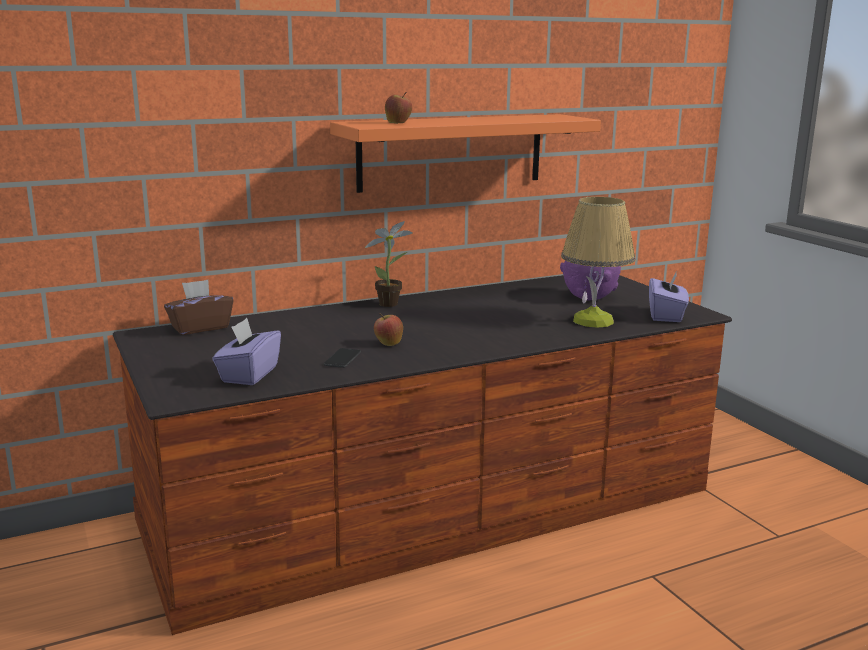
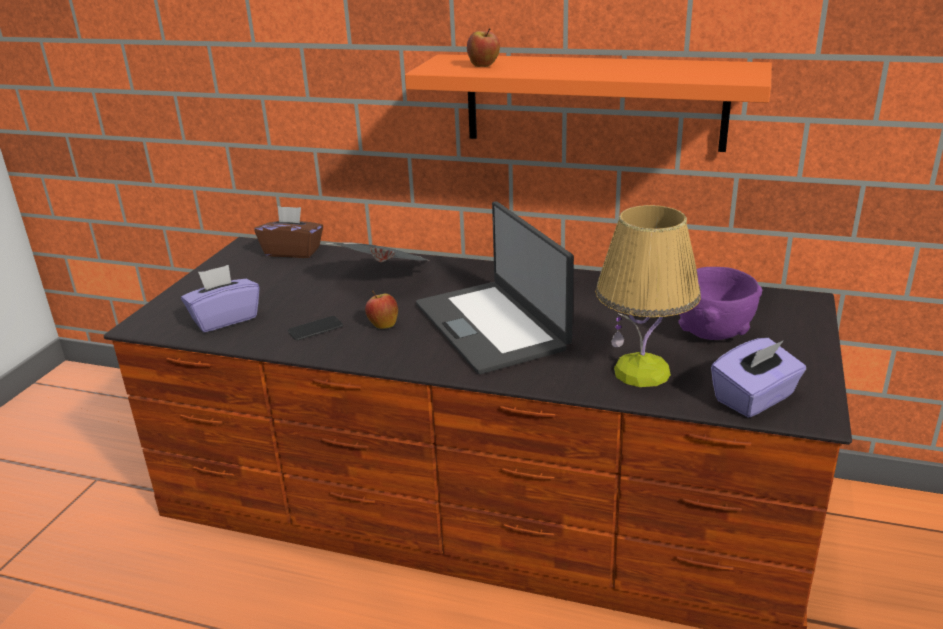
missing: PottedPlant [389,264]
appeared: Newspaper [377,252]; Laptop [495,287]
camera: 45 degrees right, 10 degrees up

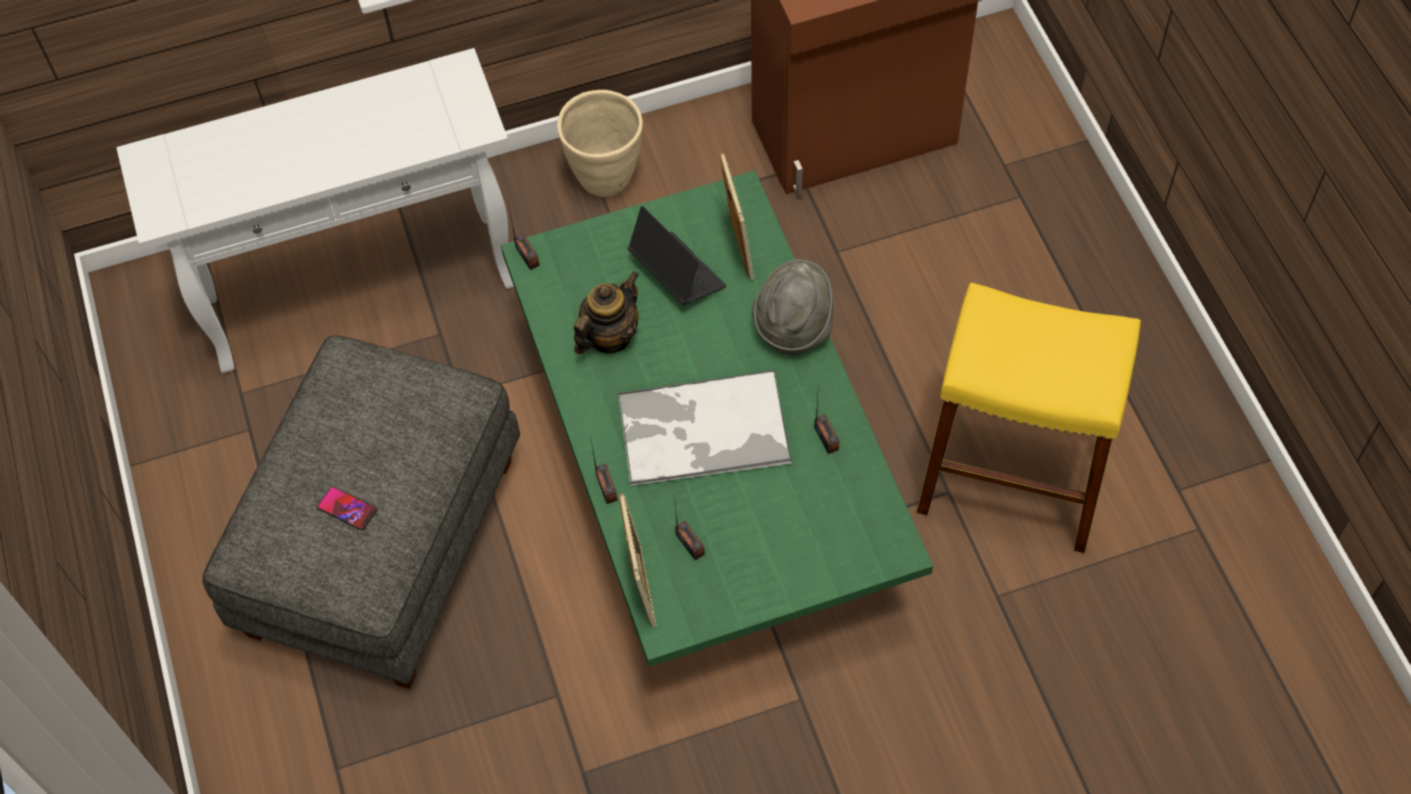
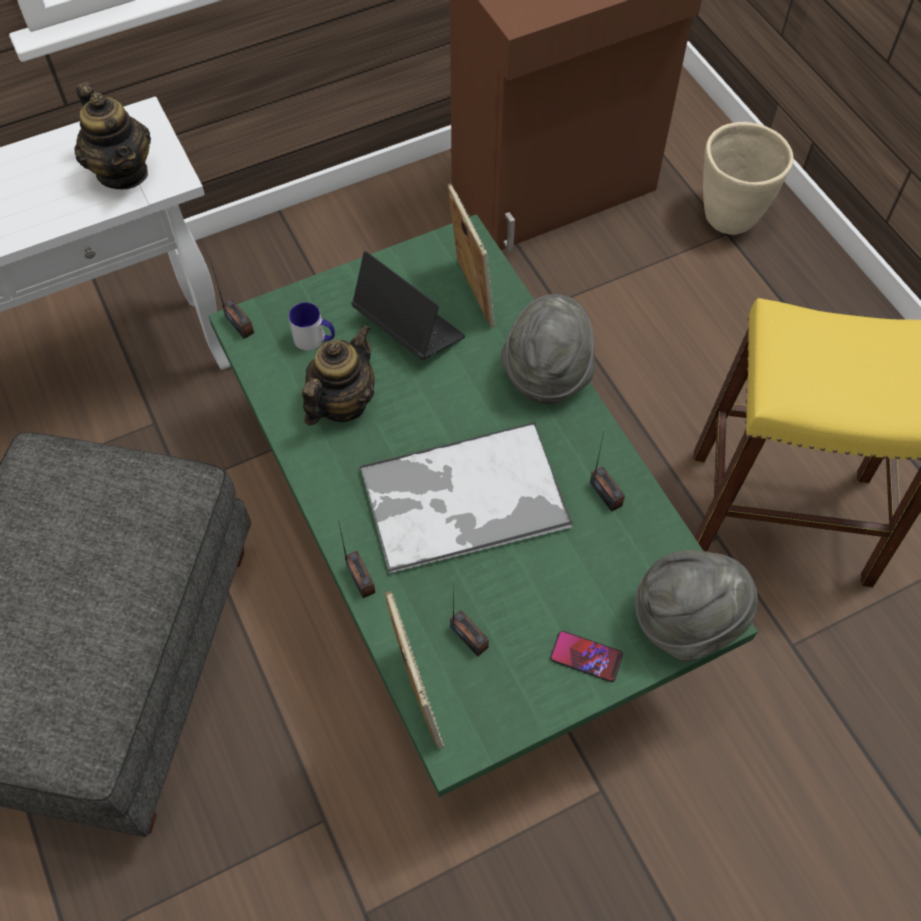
appeared: Teapot [113,135]; Mug [311,326]; GreyHat [696,606]
relocated: Phone [347,508] to [586,656]; BeigePlanter [600,143] to [748,178]
camera: 10 degrees left, 0 degrees up

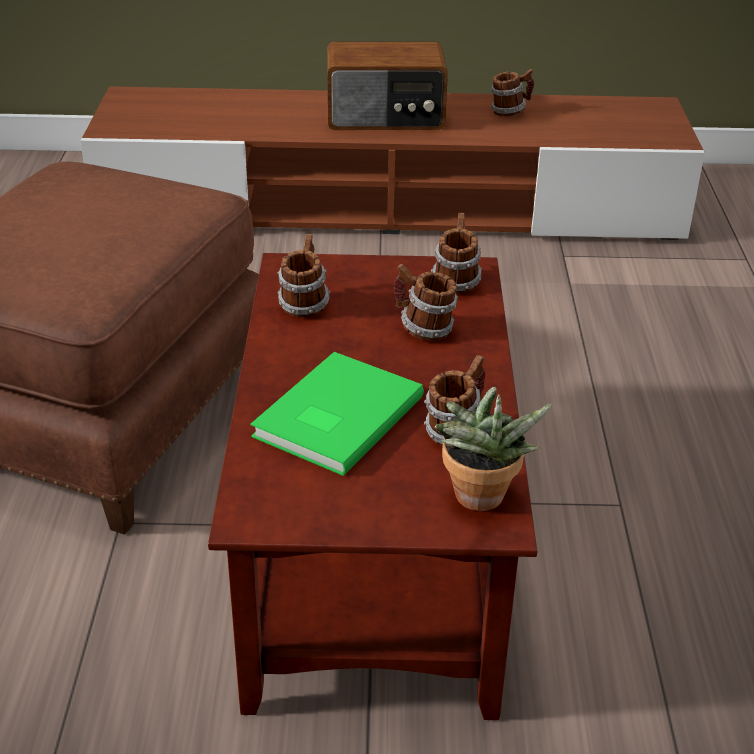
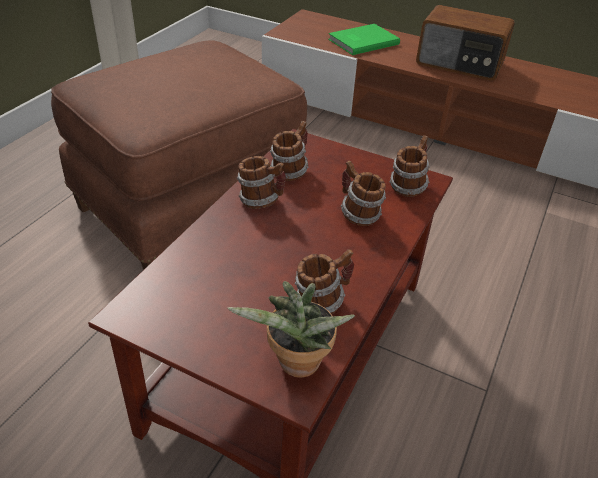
relocated: Mug [512,93] to [261,182]; GreenBook [337,414] to [364,39]
camera: 25 degrees right, 5 degrees up

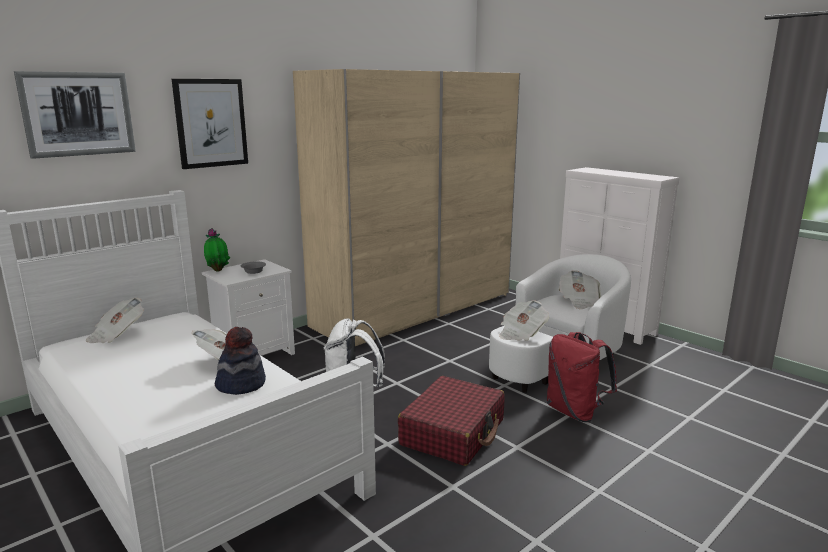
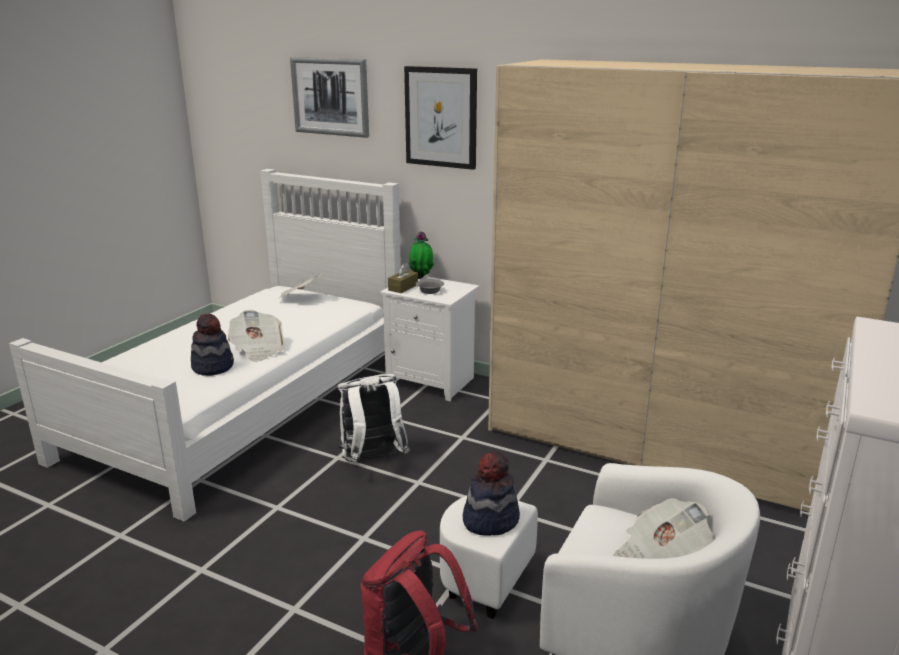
missing: RedSuitcase [451,421]
appeared: BrownTissueBox [403,278]
exchanged: Newspaper [524,320] to Hat [491,493]
camera: 70 degrees right, 5 degrees up

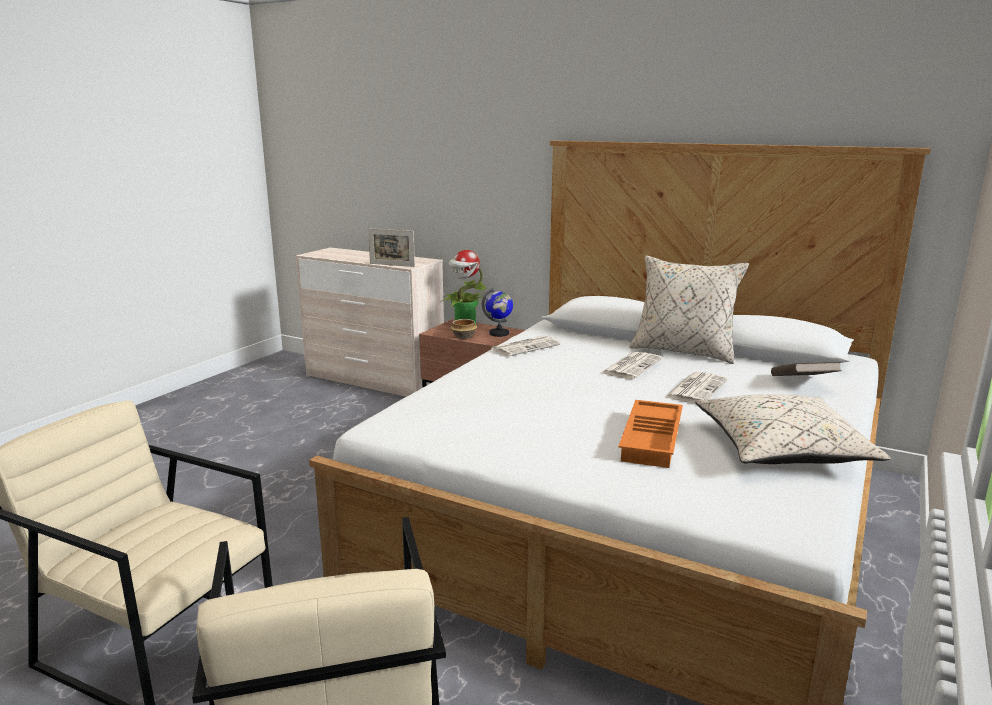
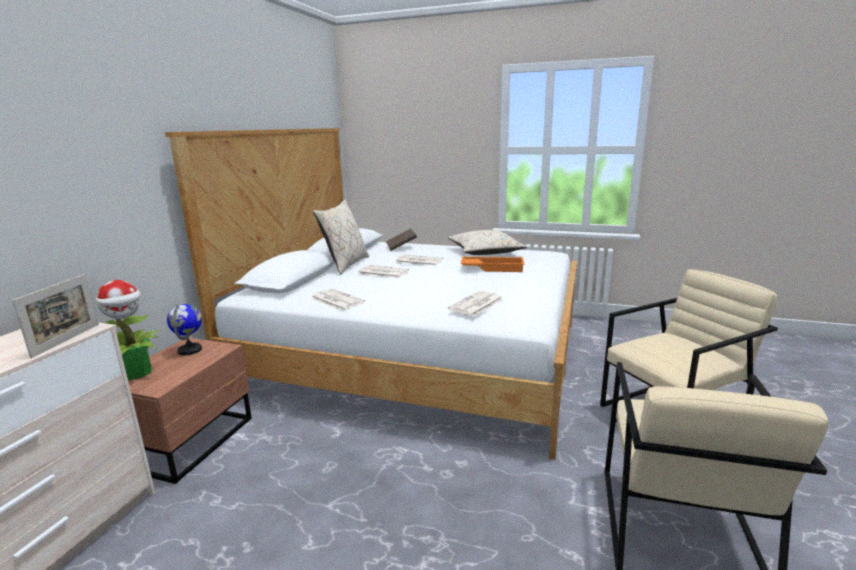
missing: Bowl [463,329]
appeared: Newspaper [475,303]
camera: 100 degrees left, 0 degrees up

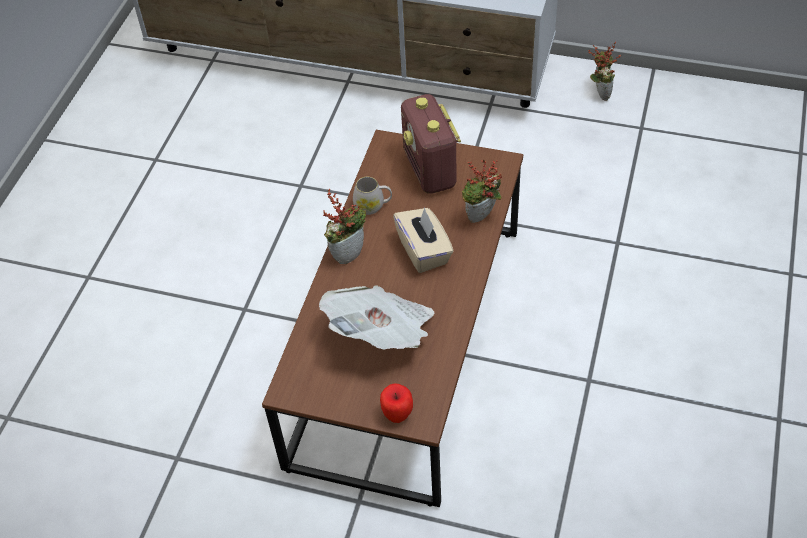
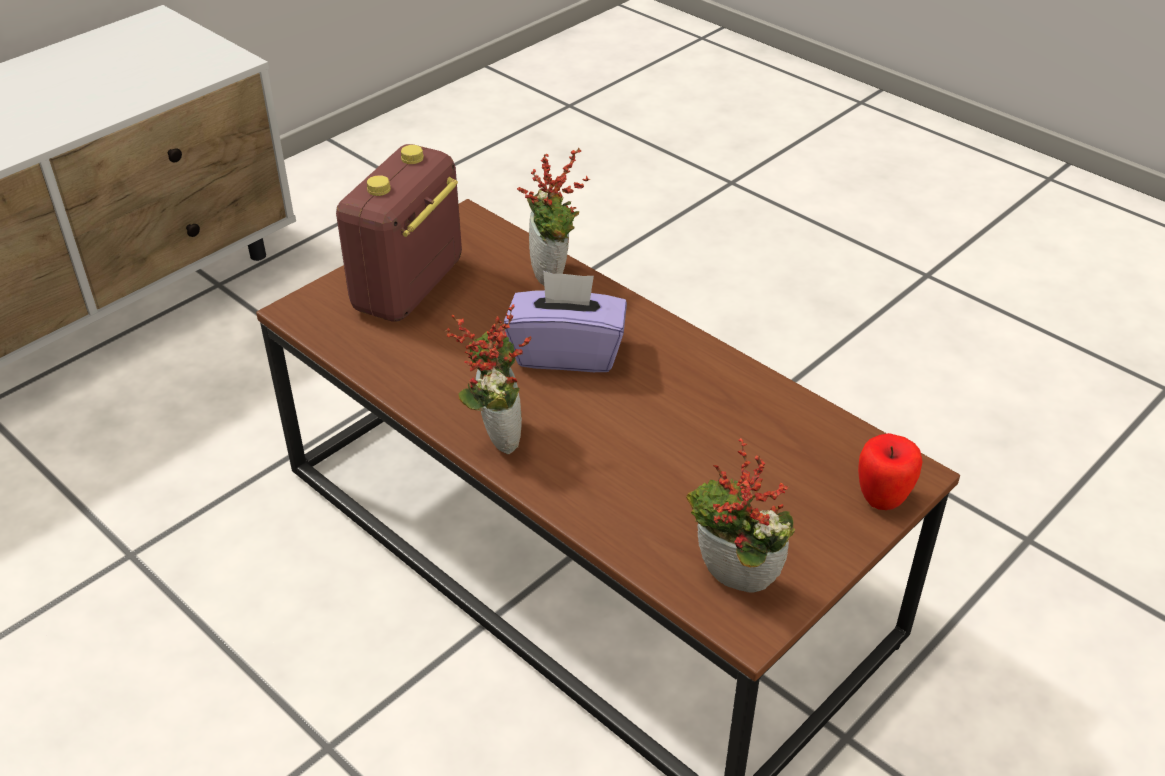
missing: Newspaper [376,317]; WhiteMug [372,196]
relocated: PottedPlant [605,71] to [740,515]
colour: BeigeTissueBox [423,240] to PurpleTissueBox [565,321]
spun: Radio [431,144] = [399,233] 105 degrees clockwise
camera: 65 degrees left, 10 degrees down

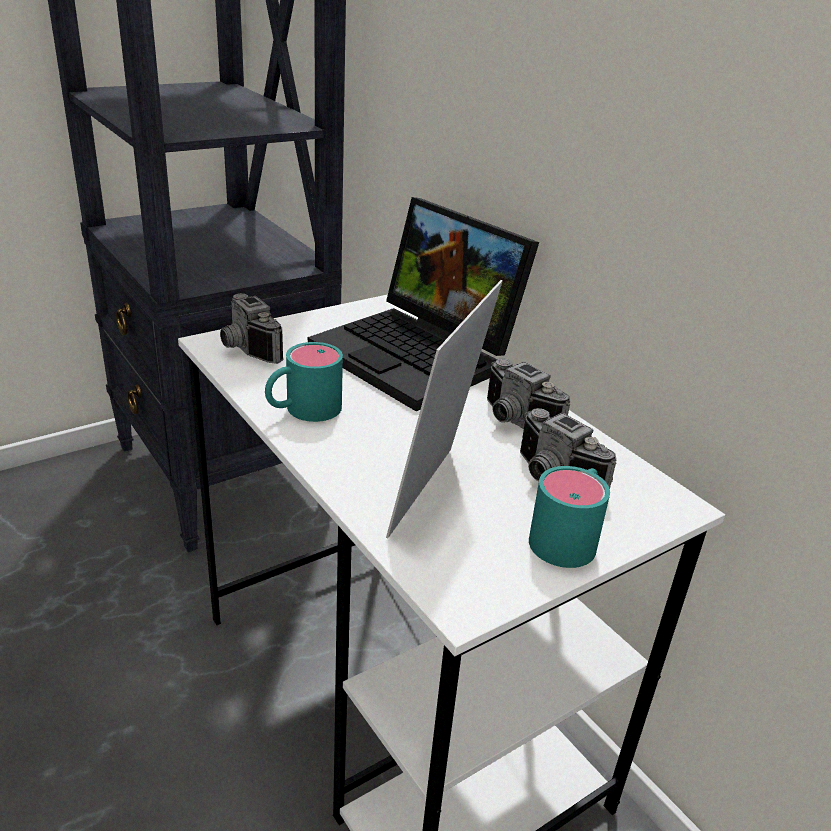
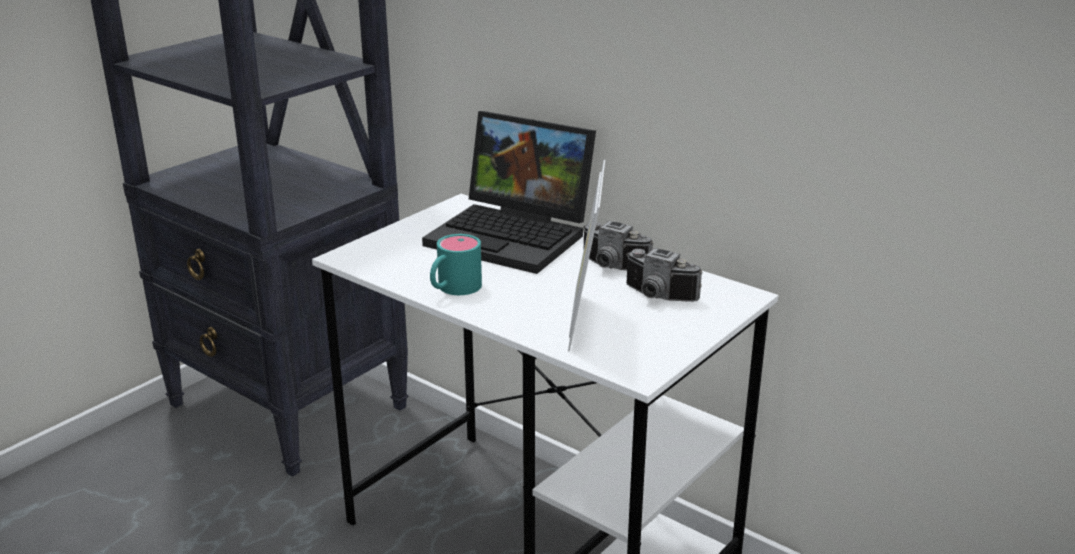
missing: PhotoCamera [252,328]; TurquoiseMug [569,517]
camera: 15 degrees left, 5 degrees down

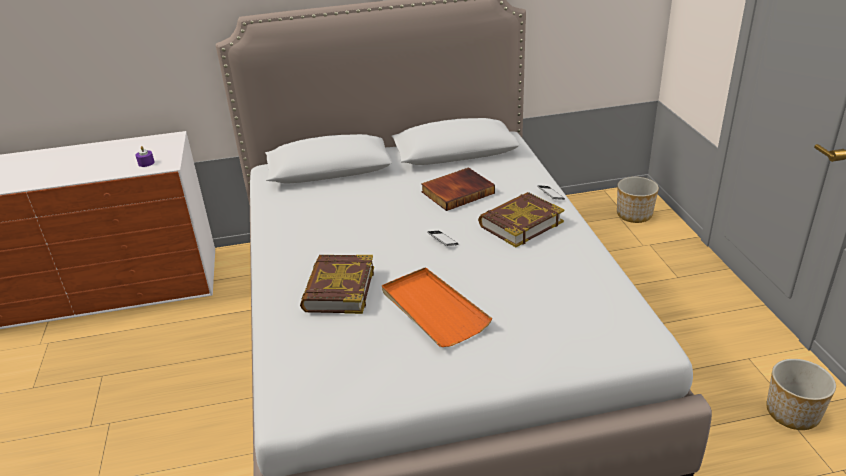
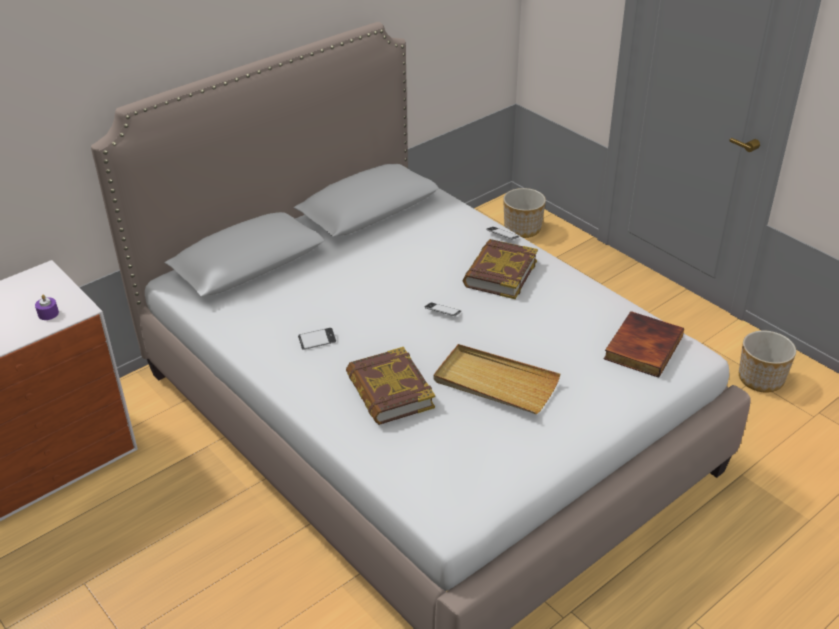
appeared: Phone [317,339]
relocated: Book [458,189] to [644,344]
colour: OrangeTray [437,307] to BeigeTray [497,379]
camera: 30 degrees left, 5 degrees up

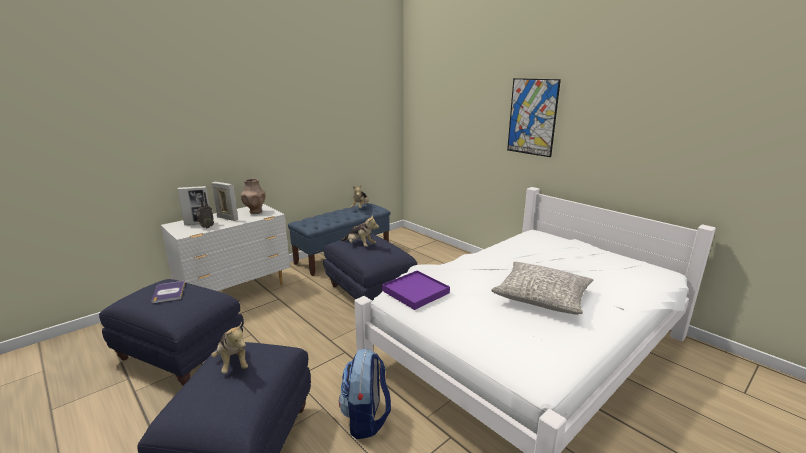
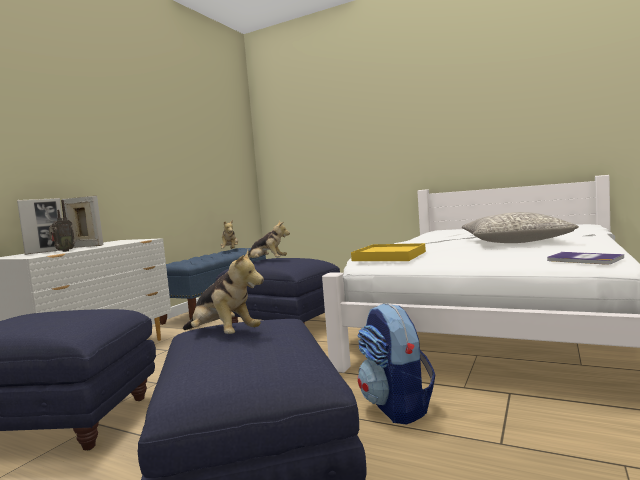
missing: BrownVase [253,196]; Picture [534,117]
relocated: Book [168,292] to [585,258]
colour: PurpleTray [416,290] to YellowTray [388,252]
camera: 20 degrees left, 15 degrees down

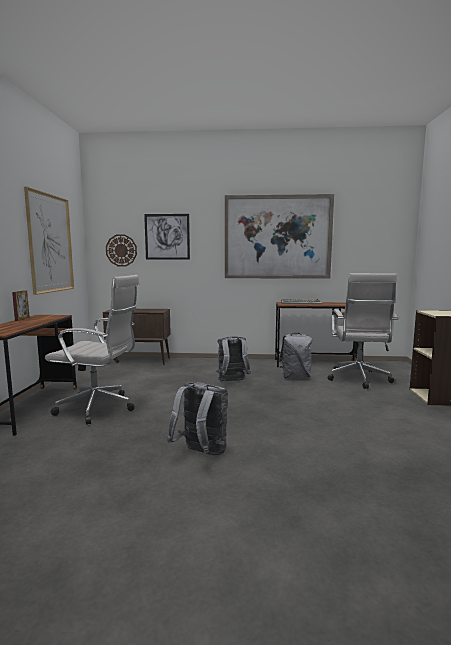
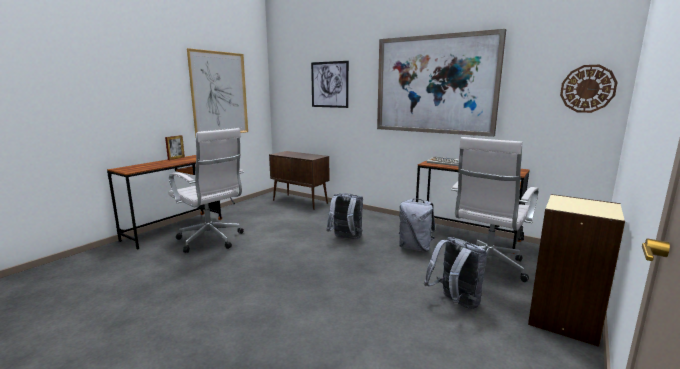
relocated: GreyBackpack [197,419] to [455,273]; WallClock [121,250] to [589,89]
camera: 30 degrees right, 5 degrees up

